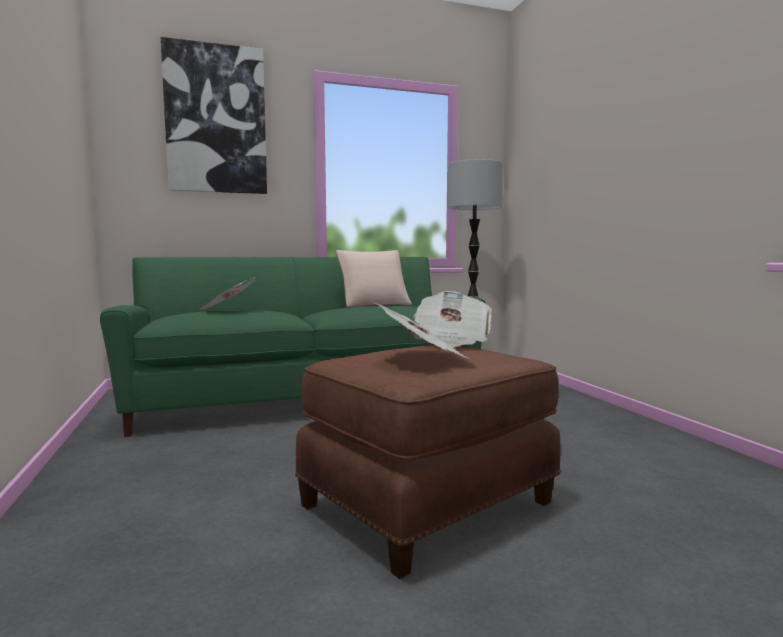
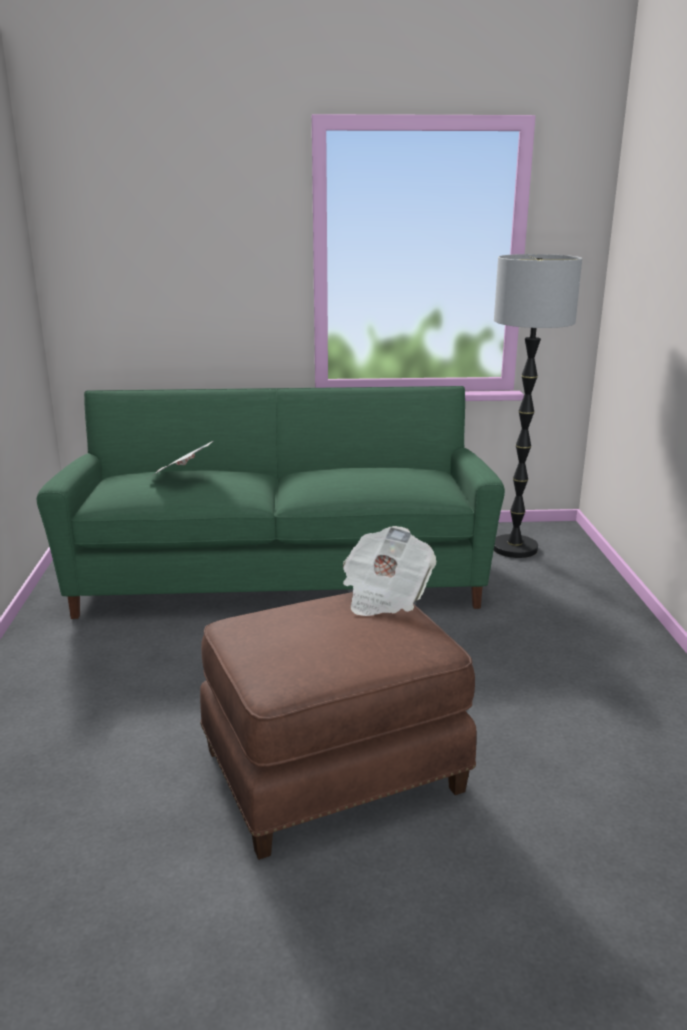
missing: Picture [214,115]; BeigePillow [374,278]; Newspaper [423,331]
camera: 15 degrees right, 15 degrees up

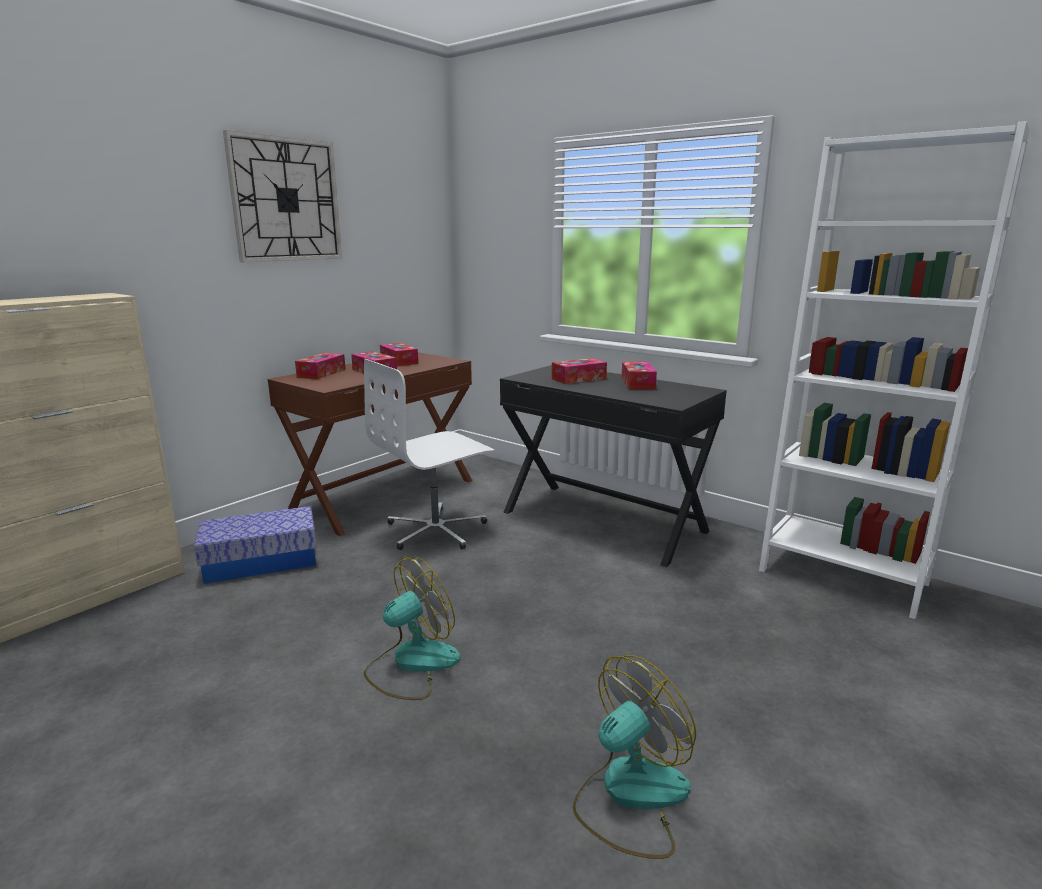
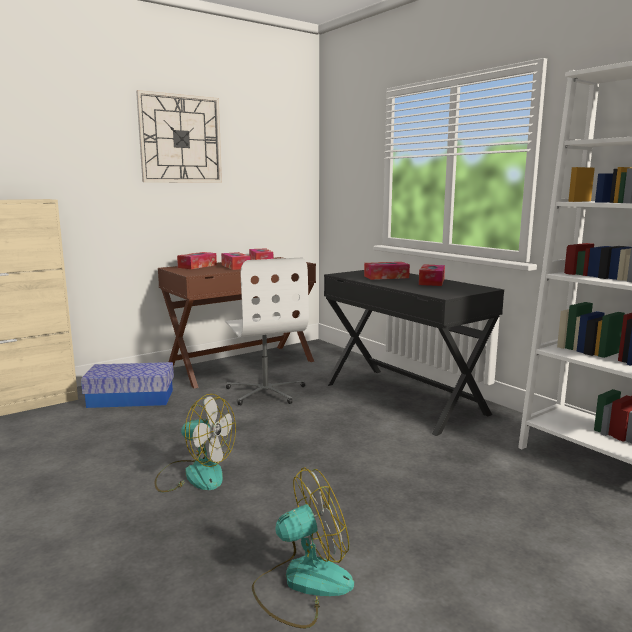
spun: Fan [412,628] = [195,443] 45 degrees clockwise; WhiteOfficeChair [429,454] = [267,331] 90 degrees counterclockwise
camera: 15 degrees right, 5 degrees down

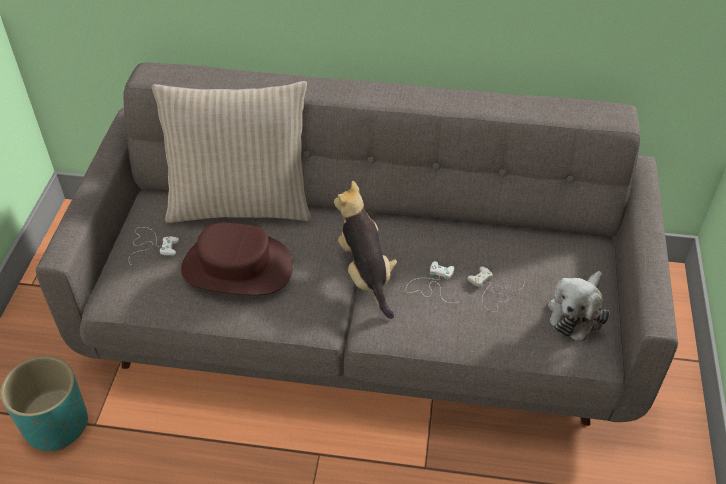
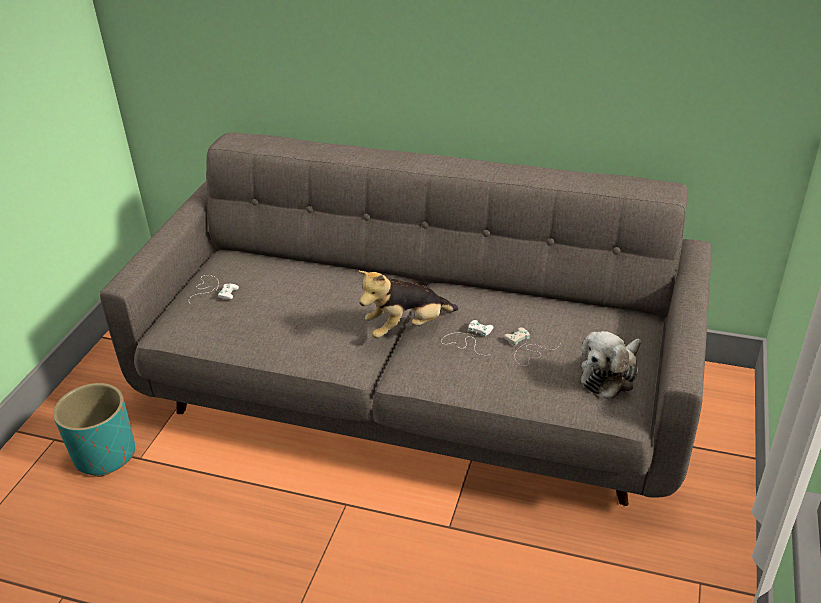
missing: BeigePillow [231,152]; BrownHat [237,259]
spun: PlushToy [365,250] = [408,304] 105 degrees counterclockwise
camera: 10 degrees right, 10 degrees down

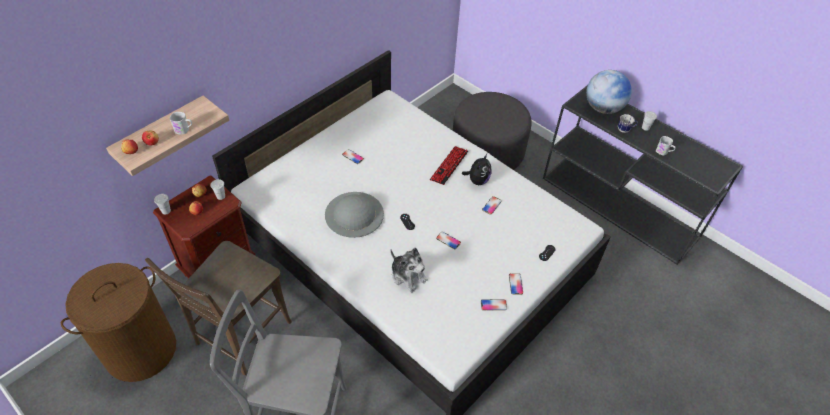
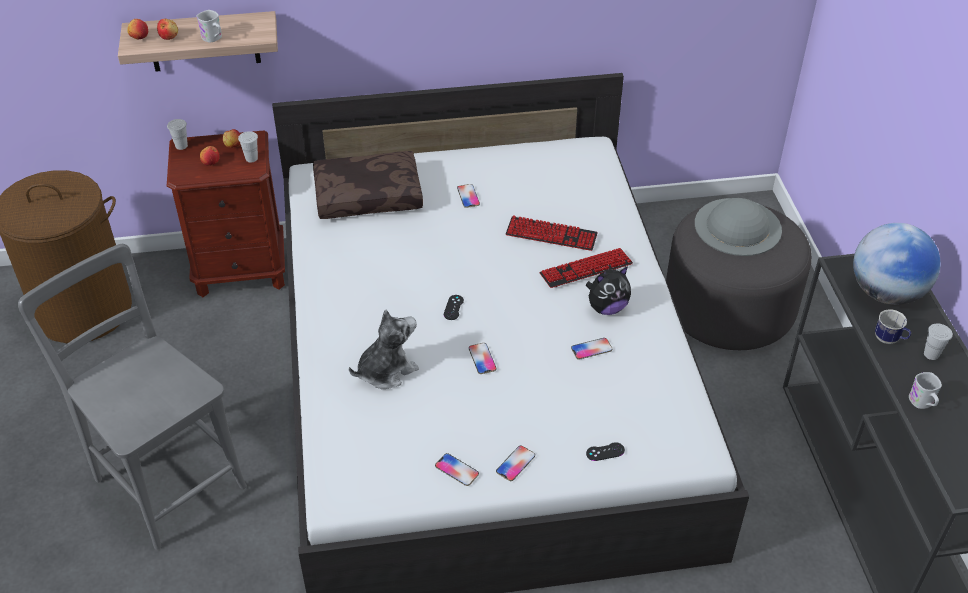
missing: BrownChair [218,308]
appeared: BrownPillow [368,185]; Keyboard [552,233]
relocated: GreyHat [354,215] to [738,227]
spun: PlushToy [409,270] = [384,349] 120 degrees counterclockwise
camera: 40 degrees right, 5 degrees down

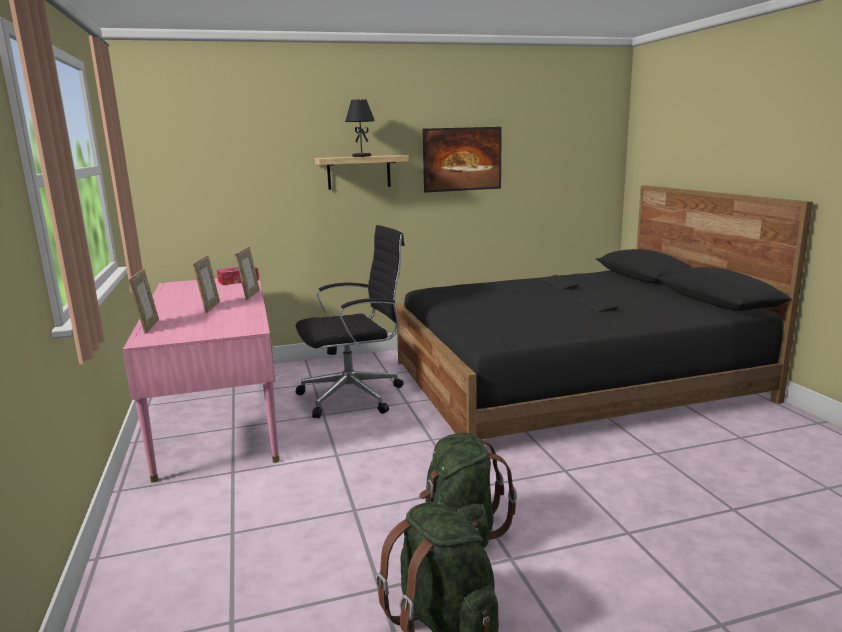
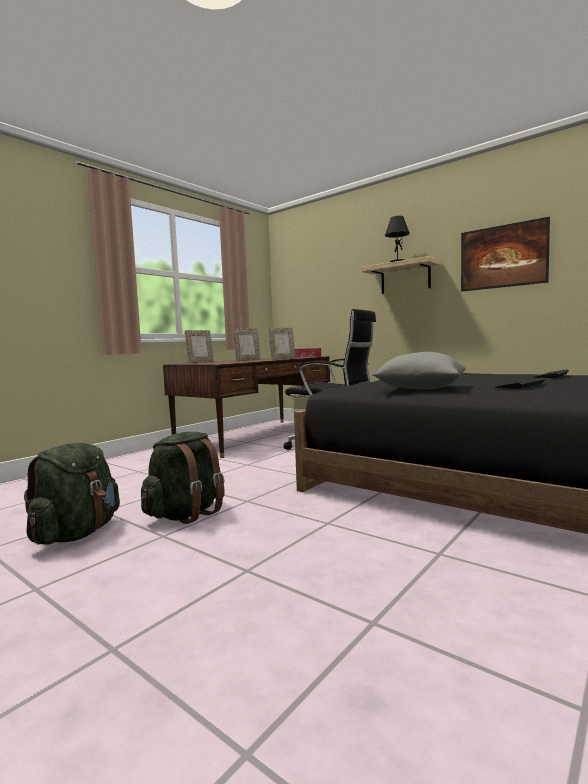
appeared: GreyPillow [419,370]
colour: PinkDesk [201,379] to BrownDesk [246,407]
camera: 55 degrees right, 10 degrees down

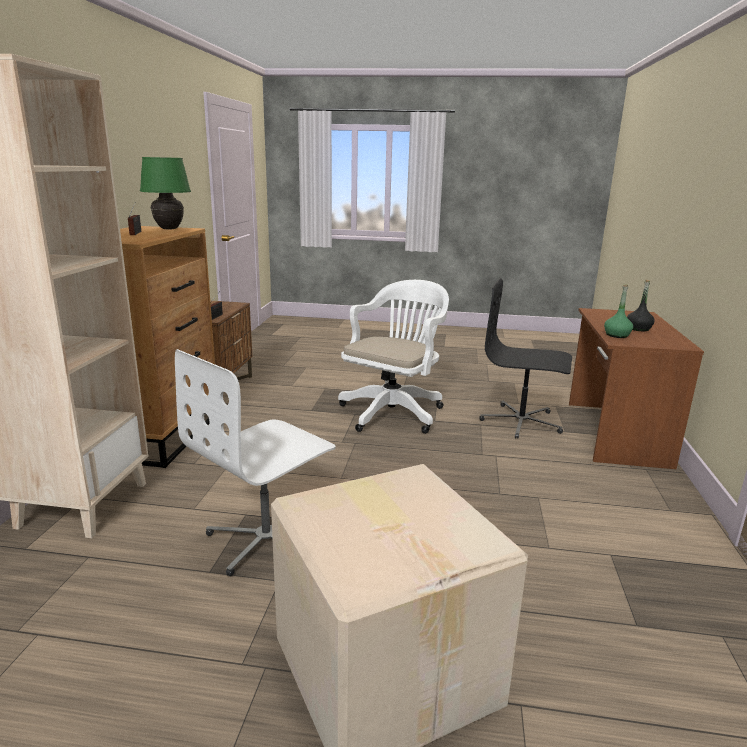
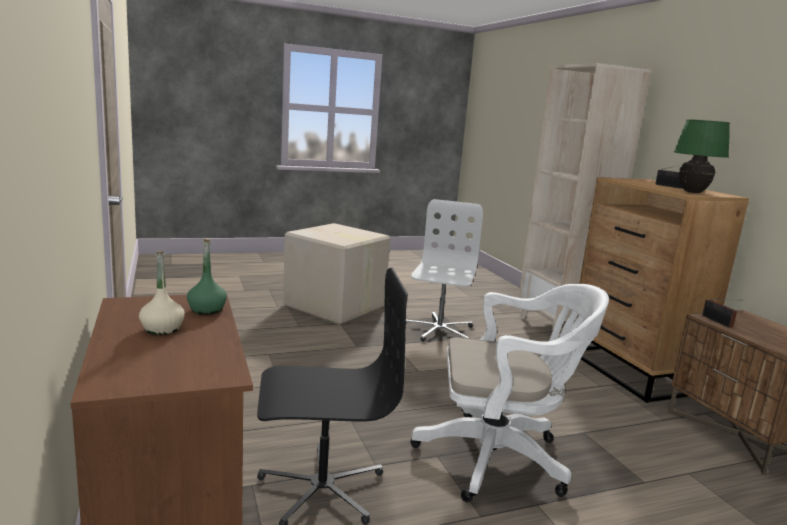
colour: BlackBottle [641,305] to BeigeBottle [162,293]
spun: WhiteOfficeChair [393,357] = [509,393] 90 degrees counterclockwise
camera: 150 degrees right, 5 degrees down

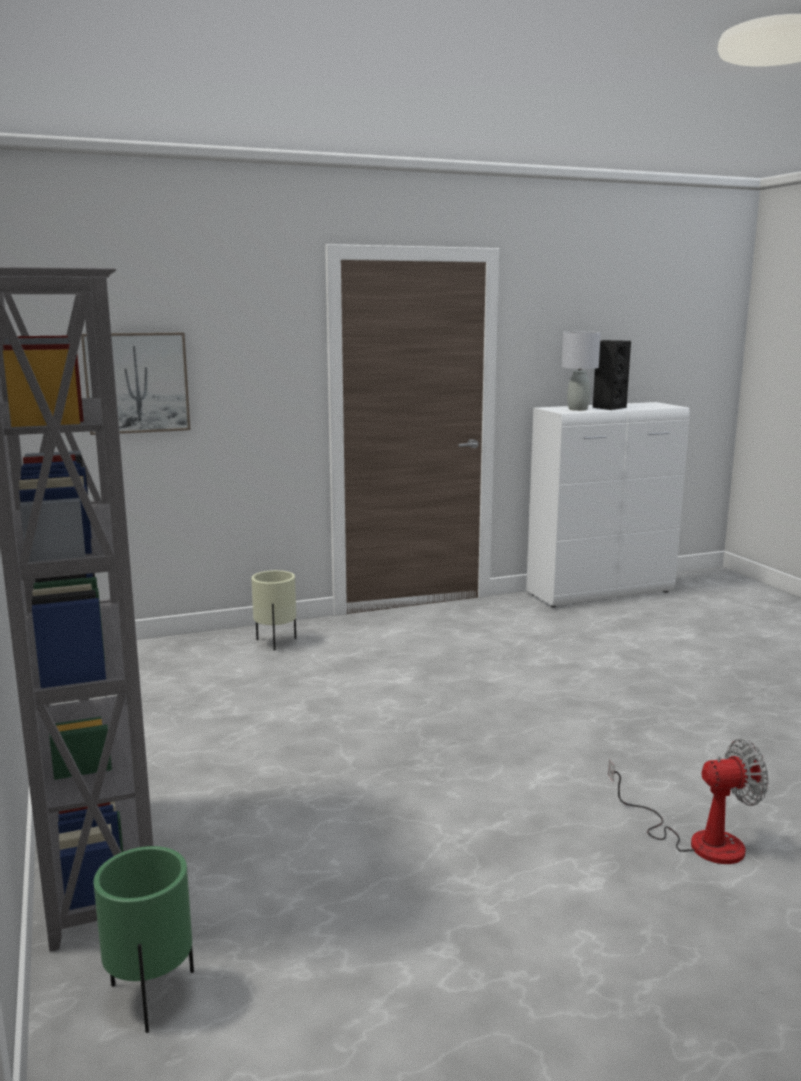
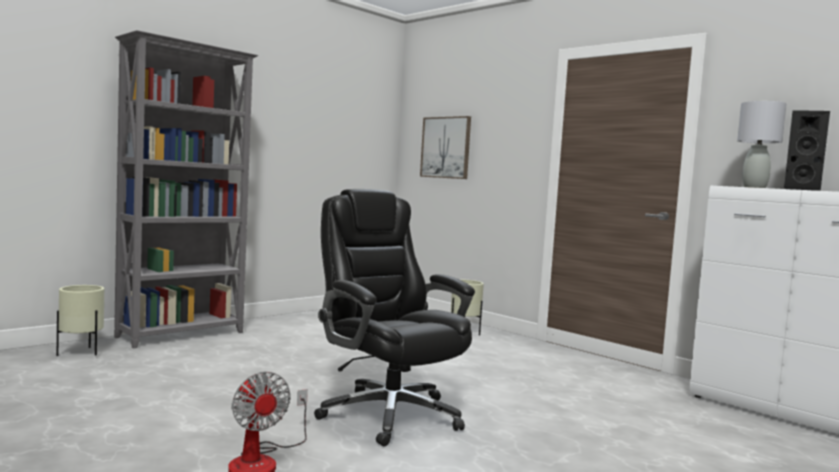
appeared: BlackOfficeChair [394,317]
colour: GreenPlanter [143,939] to BeigePlanter [80,320]
camera: 65 degrees right, 10 degrees down

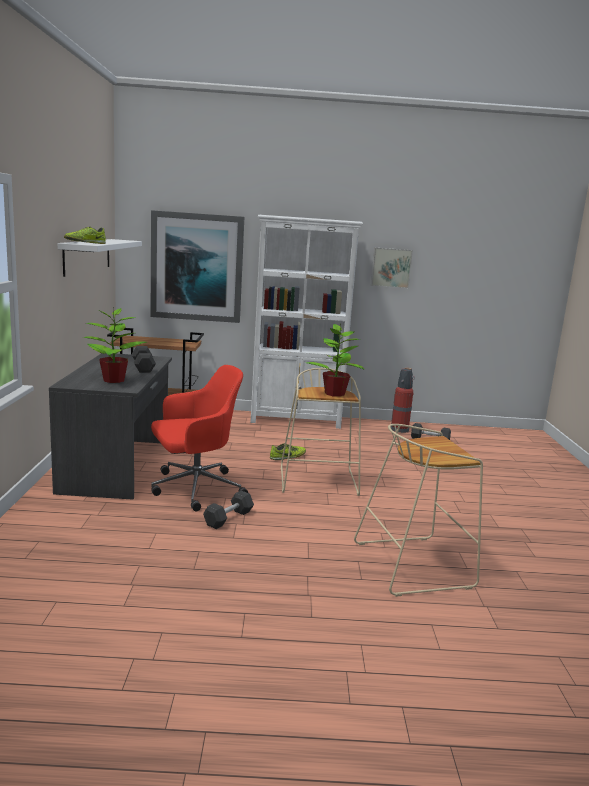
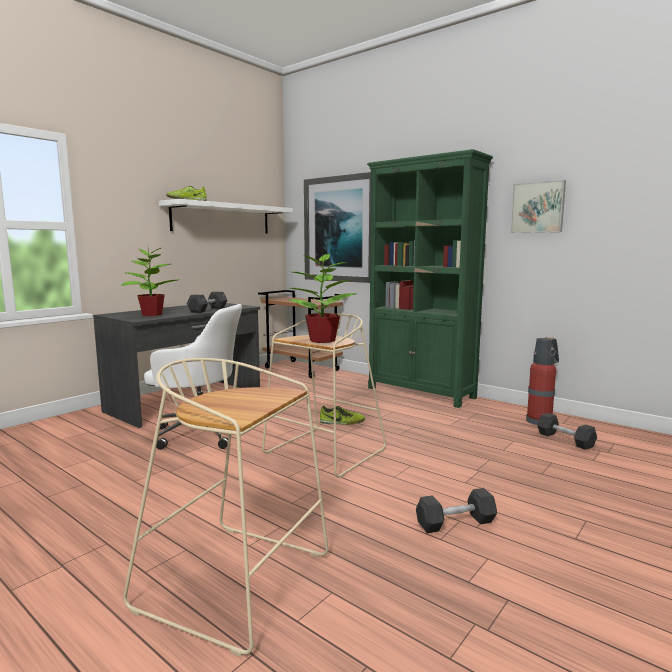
relocated: GreyDumbbell [228,510] to [456,510]
colour: RedOfficeChair [199,438] to WhiteOfficeChair [193,377]; WhiteBookcase [306,322] to GreenBookcase [430,278]
camera: 40 degrees right, 5 degrees down

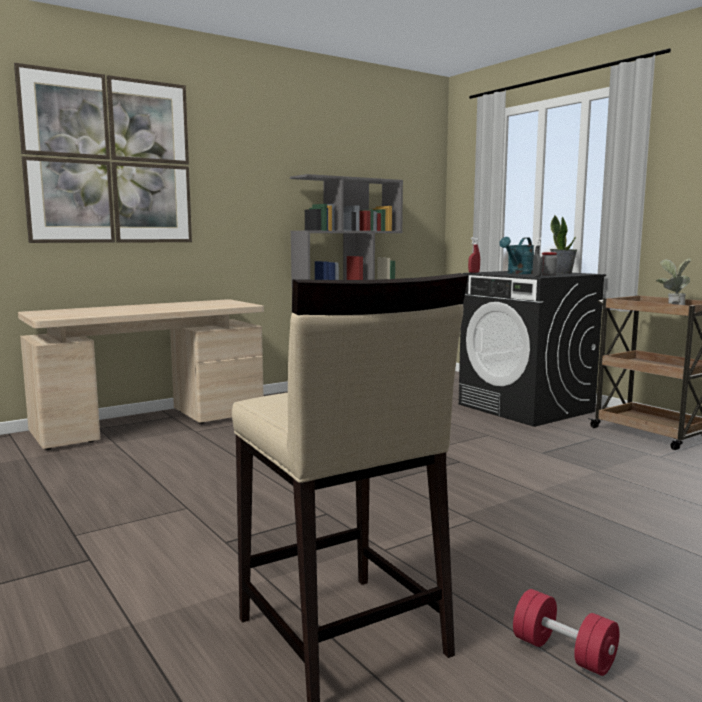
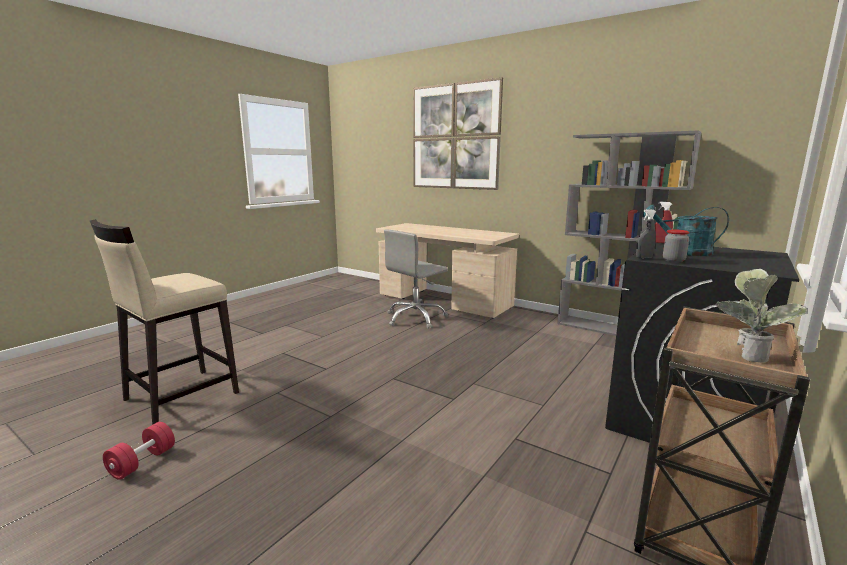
missing: PottedPlant [563,244]
appeared: GreyOfficeChair [416,279]
camera: 70 degrees right, 5 degrees up

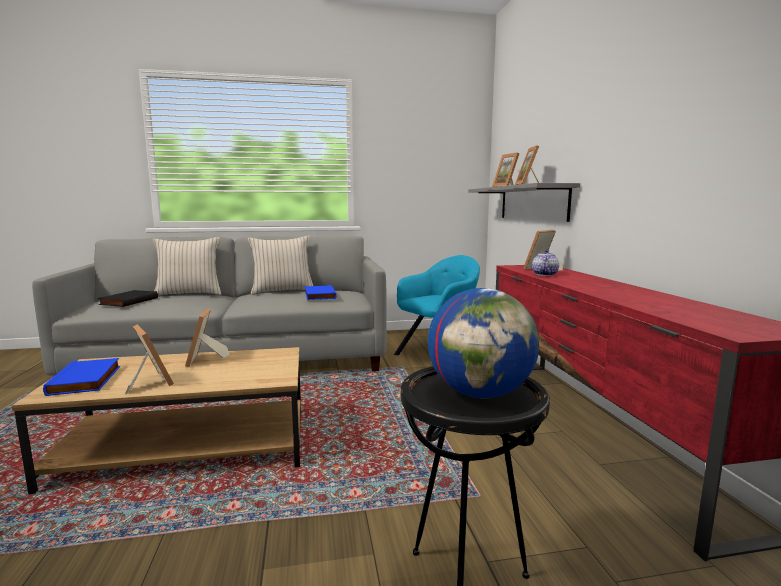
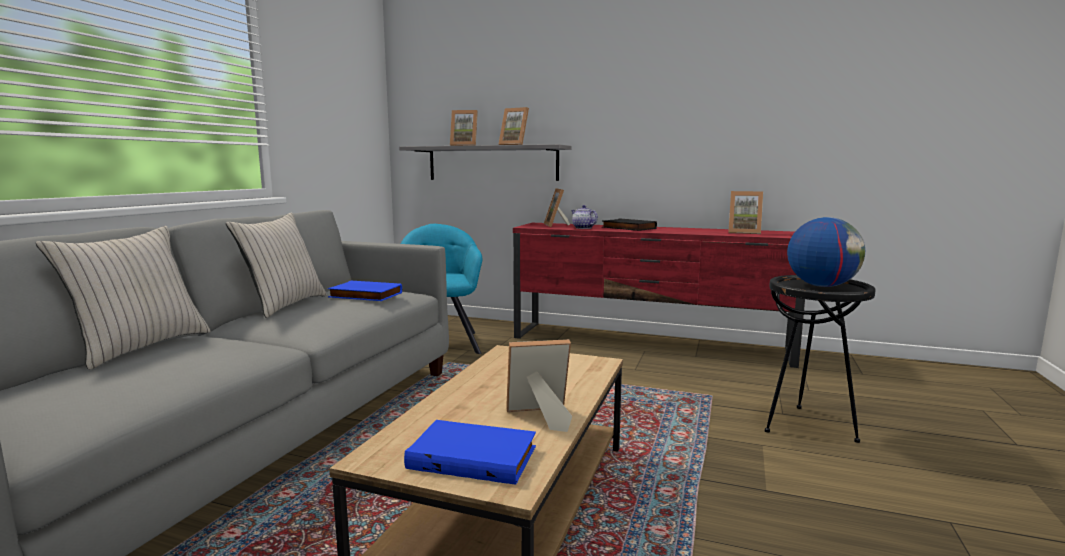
relocated: BlackBook [128,298] to [630,225]; PictureFrame [207,337] to [745,212]
camera: 60 degrees left, 0 degrees up

